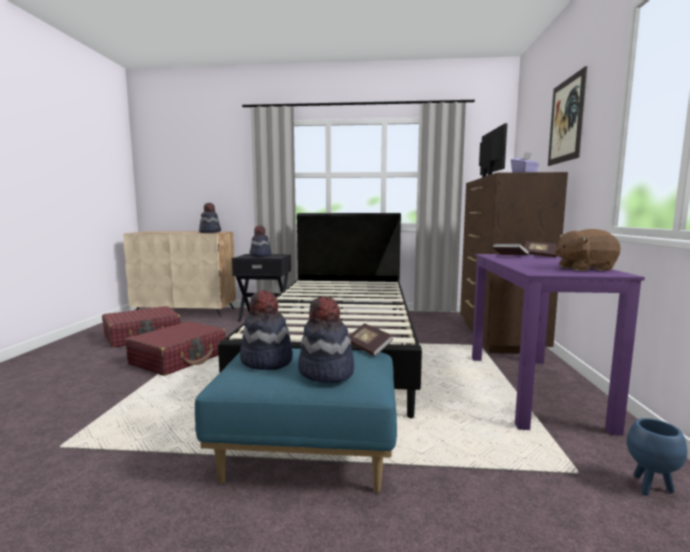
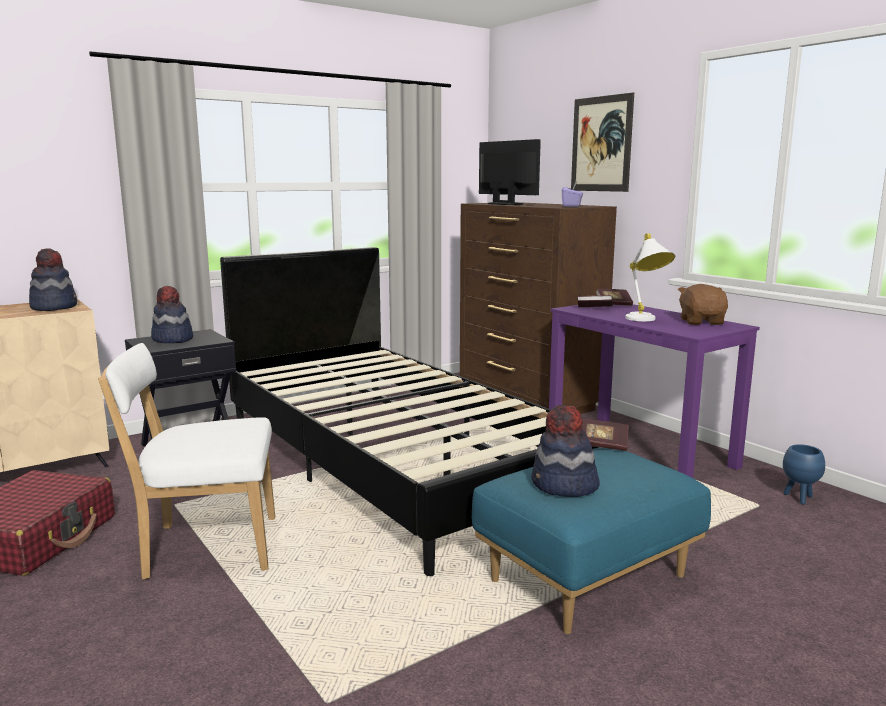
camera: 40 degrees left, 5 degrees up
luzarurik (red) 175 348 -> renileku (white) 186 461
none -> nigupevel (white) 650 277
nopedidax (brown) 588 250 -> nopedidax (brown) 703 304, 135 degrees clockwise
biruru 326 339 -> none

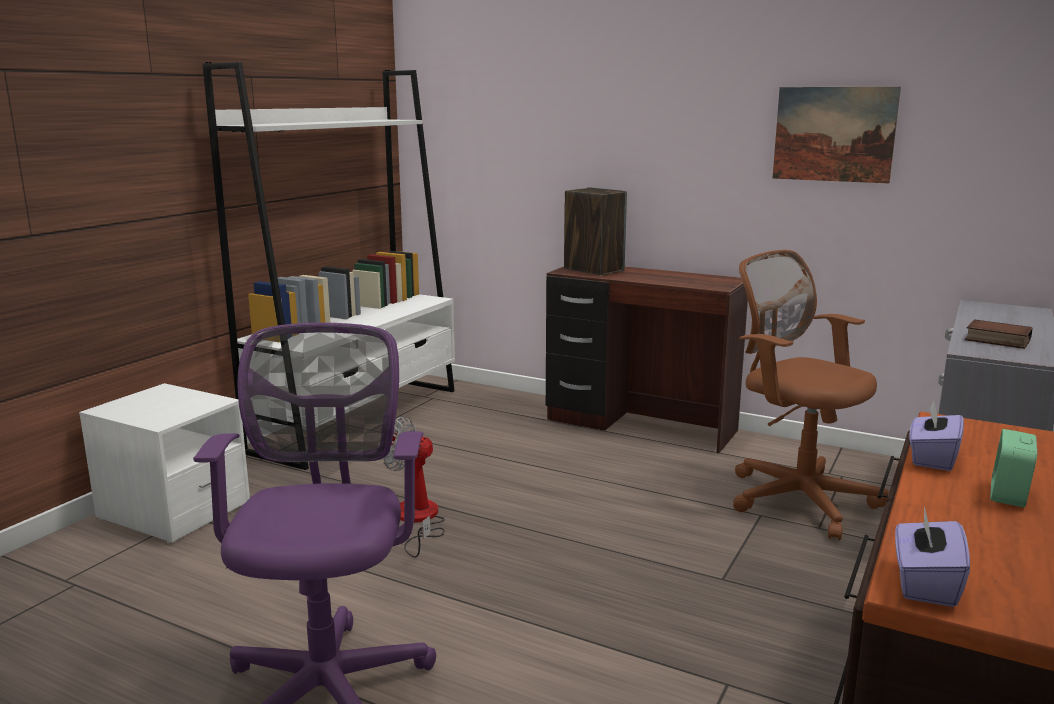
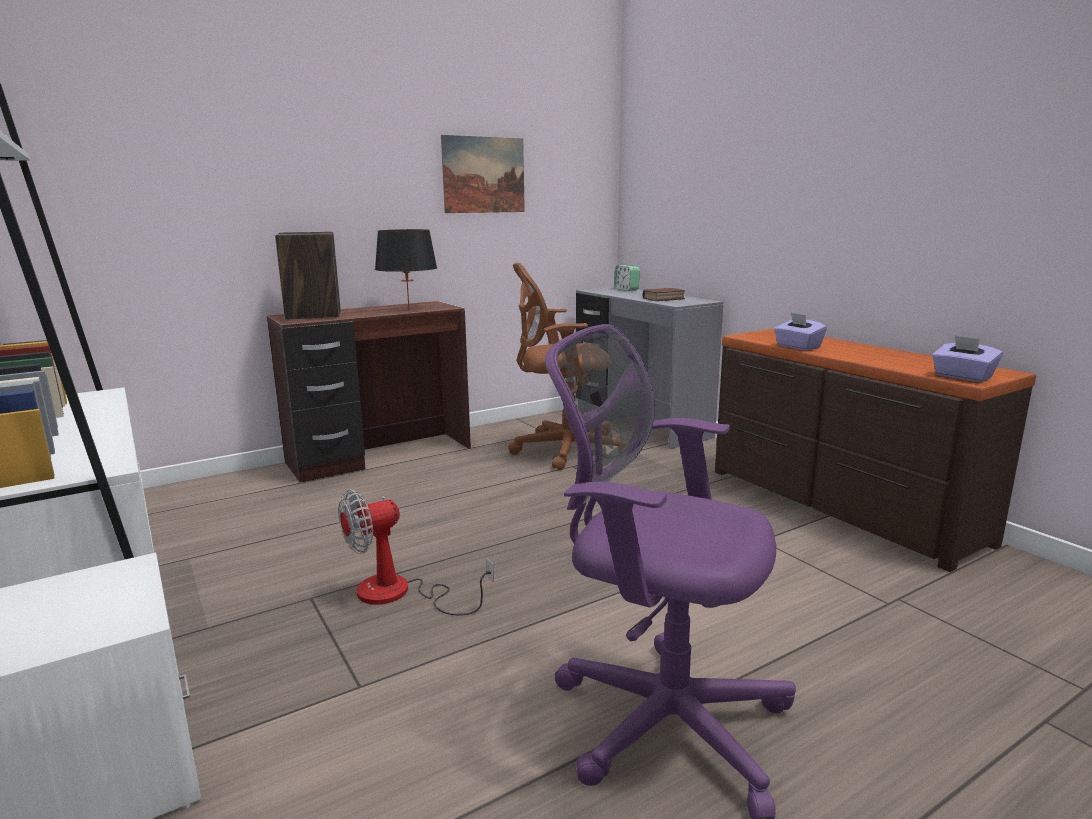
camera: 60 degrees left, 0 degrees up
none -> nigupevel (black) 406 269
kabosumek 1013 468 -> kabosumek 627 278, relocated

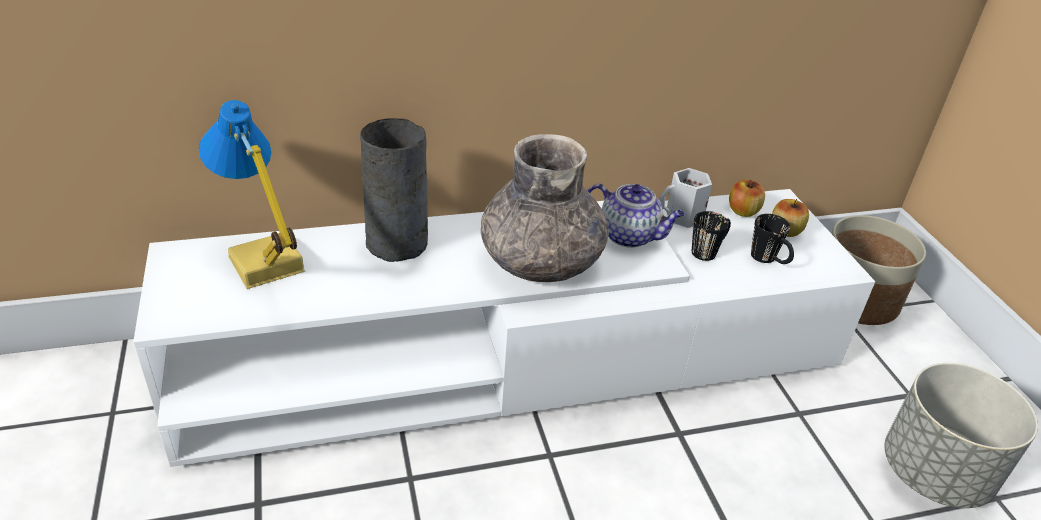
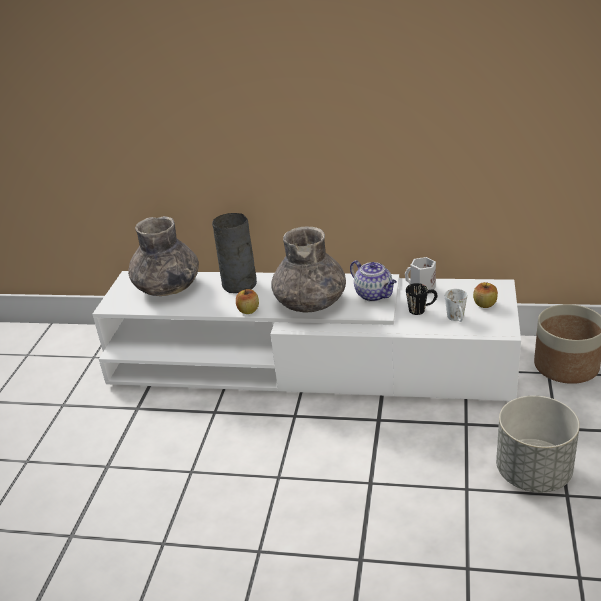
camera: 30 degrees right, 5 degrees down
nigupevel 252 194 -> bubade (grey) 163 256
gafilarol 747 198 -> gafilarol 247 301, relocated
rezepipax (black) 772 239 -> rezepipax (white) 456 305

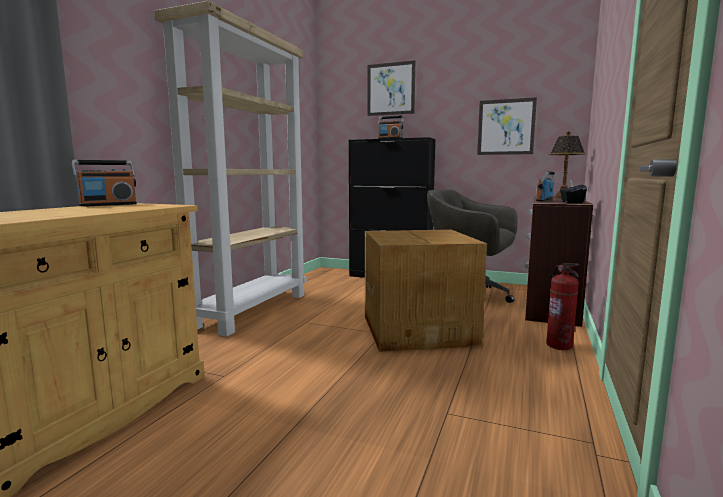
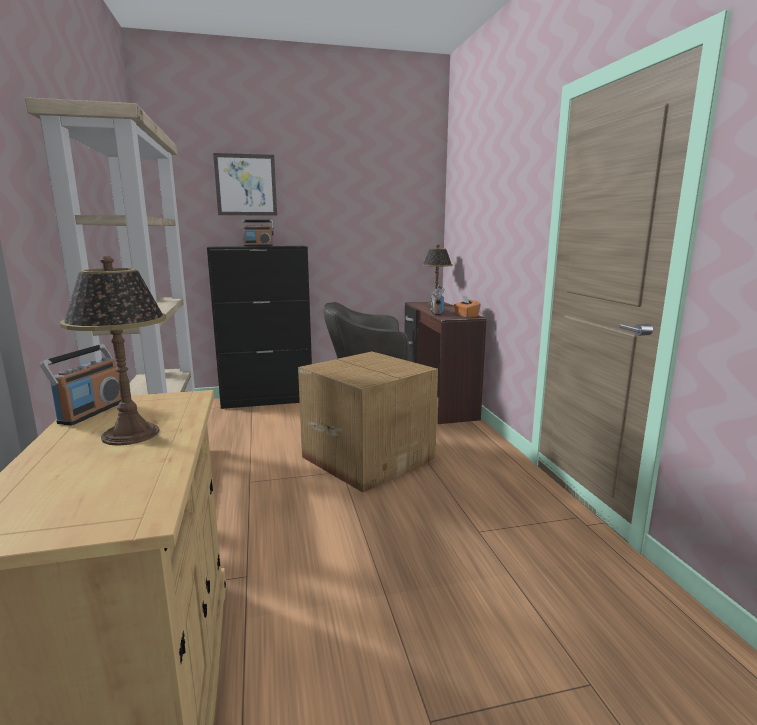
camera: 35 degrees left, 5 degrees up
none -> nigupevel 113 351
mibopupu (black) 573 191 -> mibopupu (orange) 467 306
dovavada 507 126 -> none
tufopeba 562 306 -> none

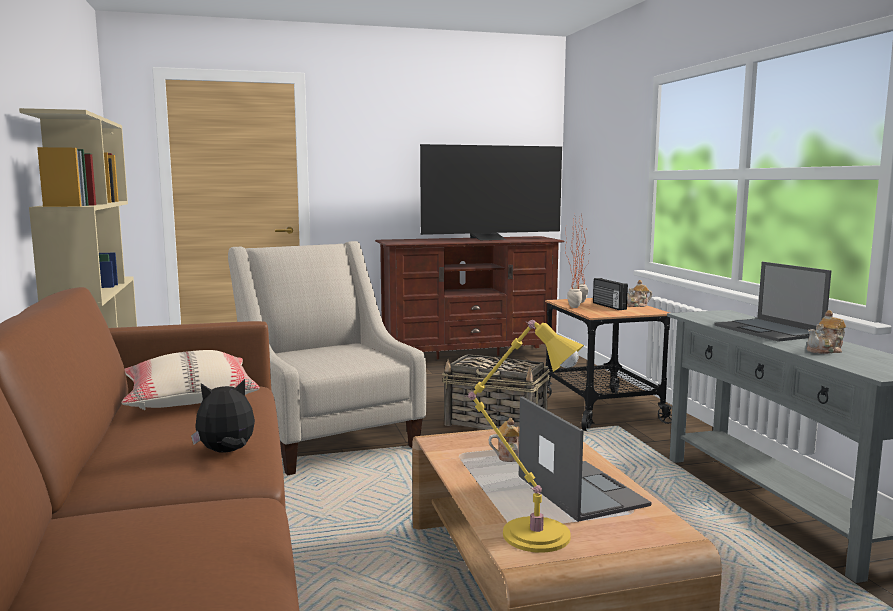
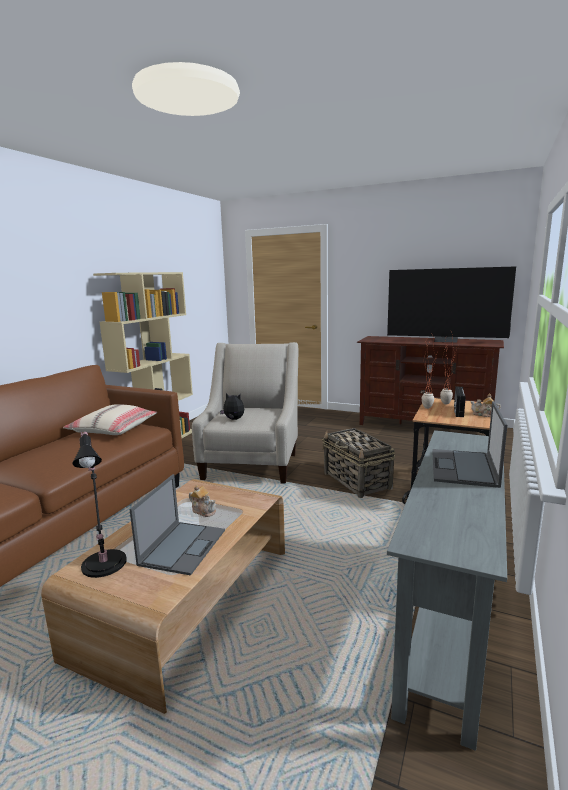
camera: 40 degrees right, 5 degrees up
nigupevel (yellow) 524 436 -> nigupevel (black) 99 505
nopedidax 223 416 -> nopedidax 232 406, relocated
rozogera 826 332 -> none

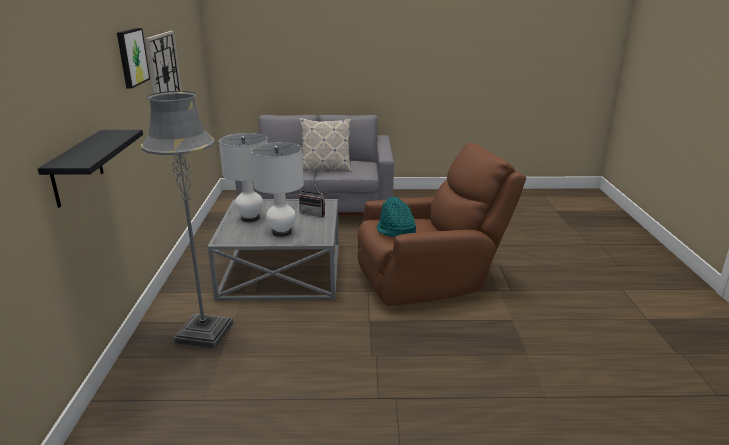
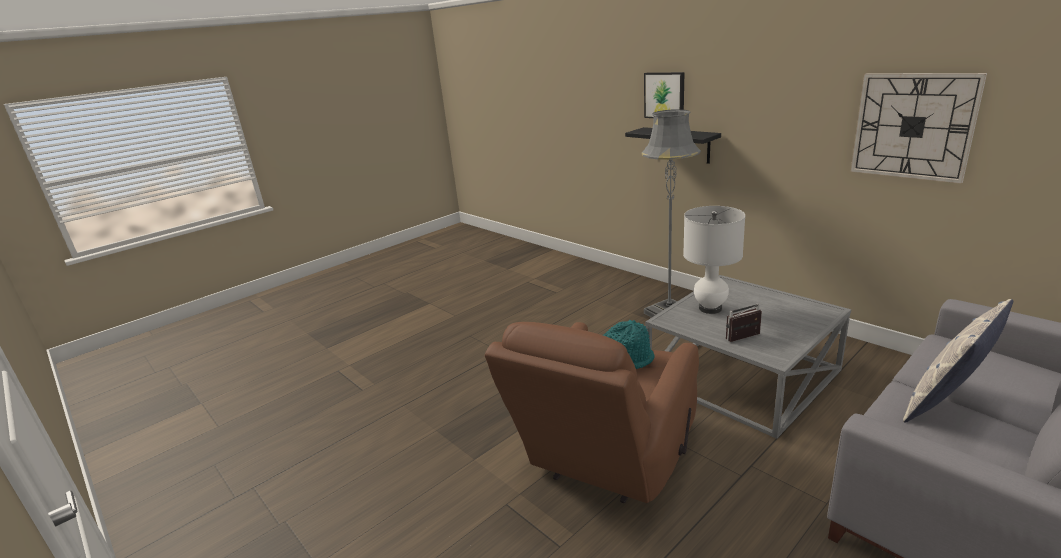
camera: 140 degrees right, 0 degrees up
dovavada 133 58 -> dovavada 664 95, relocated
nigupevel (white) 243 177 -> none

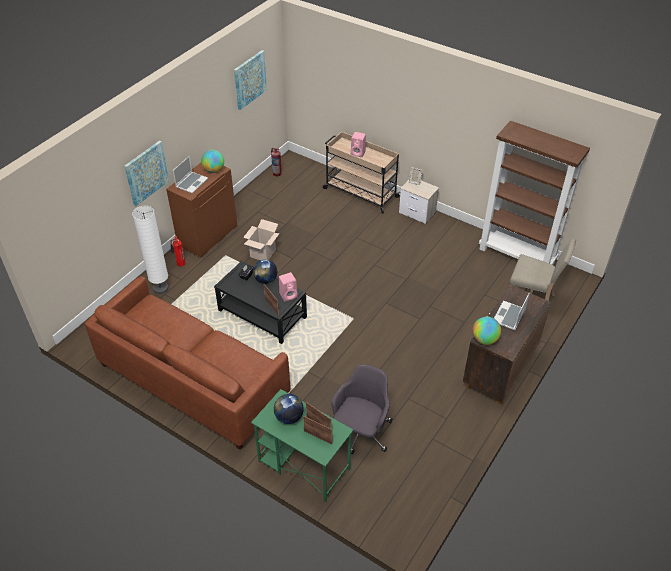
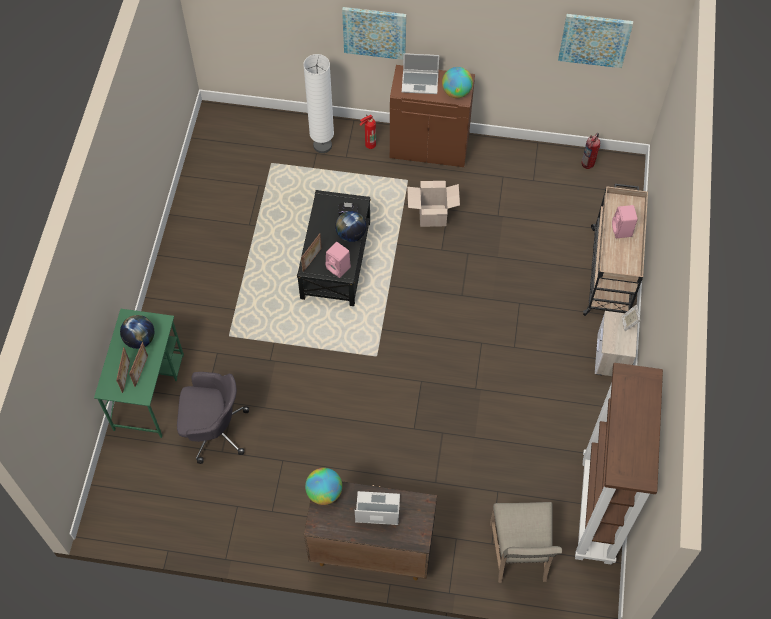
camera: 65 degrees right, 15 degrees up
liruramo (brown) 187 363 -> none

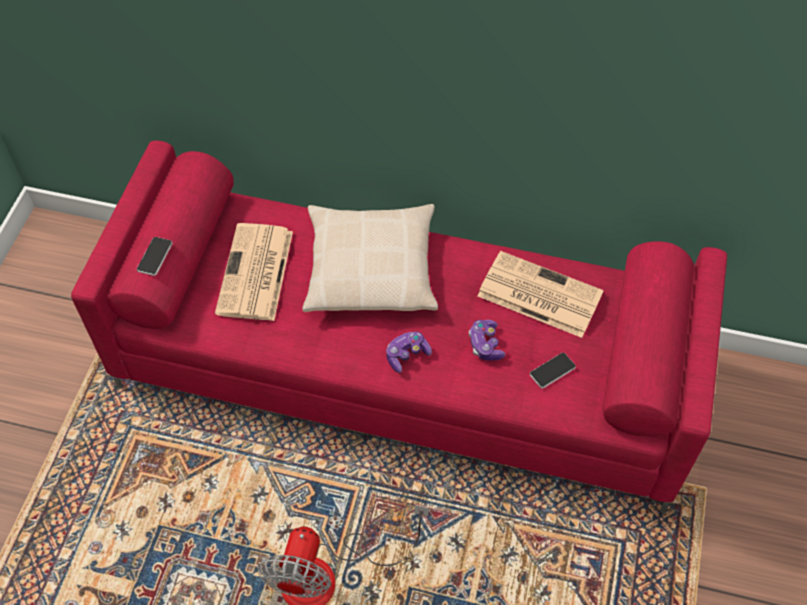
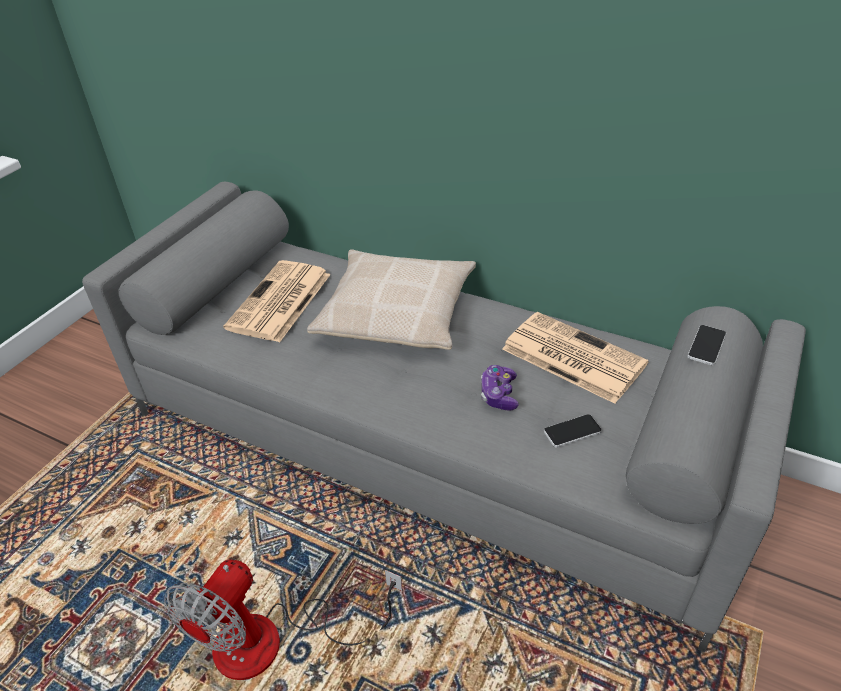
camera: 15 degrees right, 15 degrees down
liruramo (red) 399 326 -> liruramo (grey) 444 417
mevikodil 155 256 -> mevikodil 707 345, relocated
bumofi 409 352 -> none

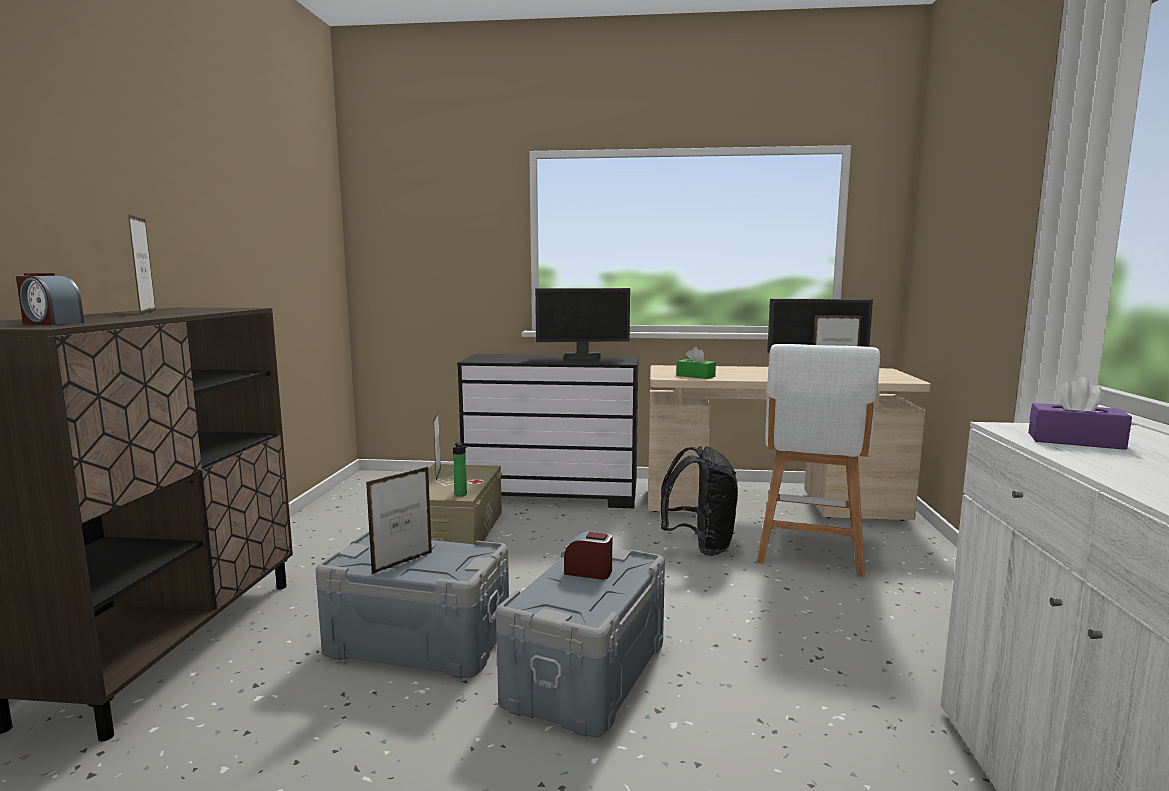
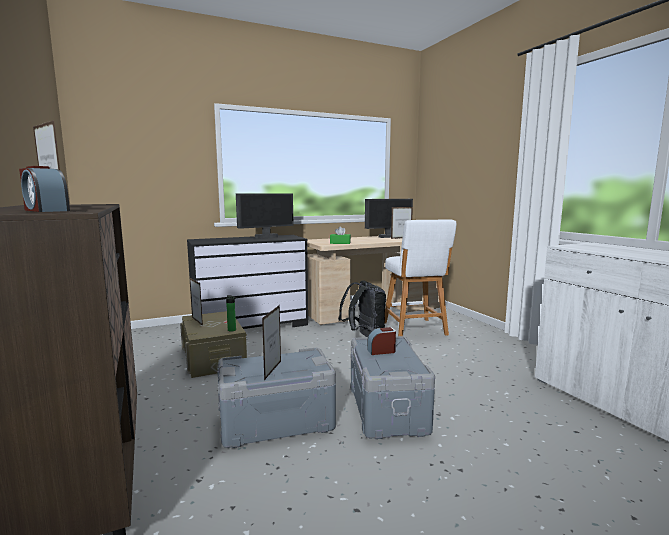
camera: 30 degrees left, 0 degrees up
kabosumek 50 299 -> kabosumek 44 189, 45 degrees clockwise
mibopupu (purple) 1080 413 -> none

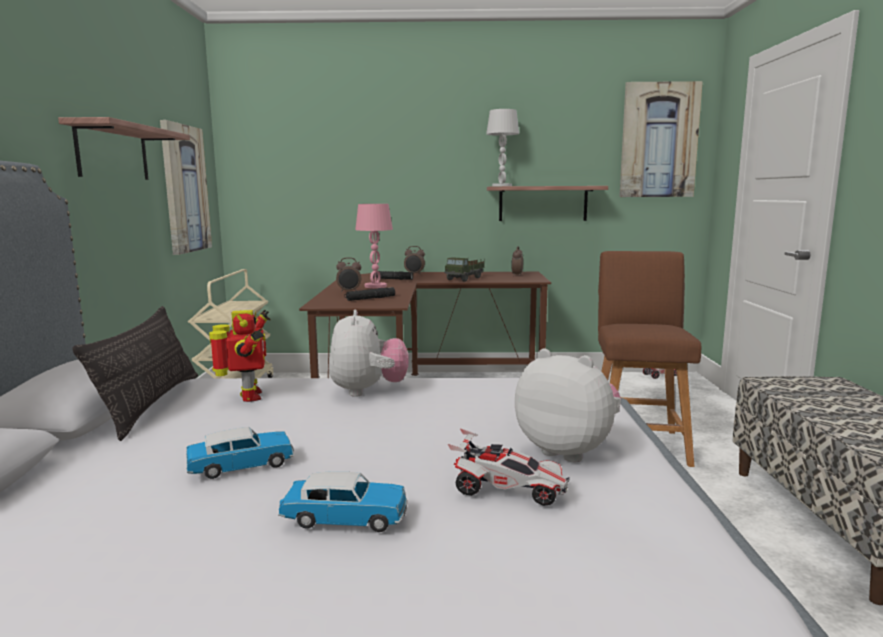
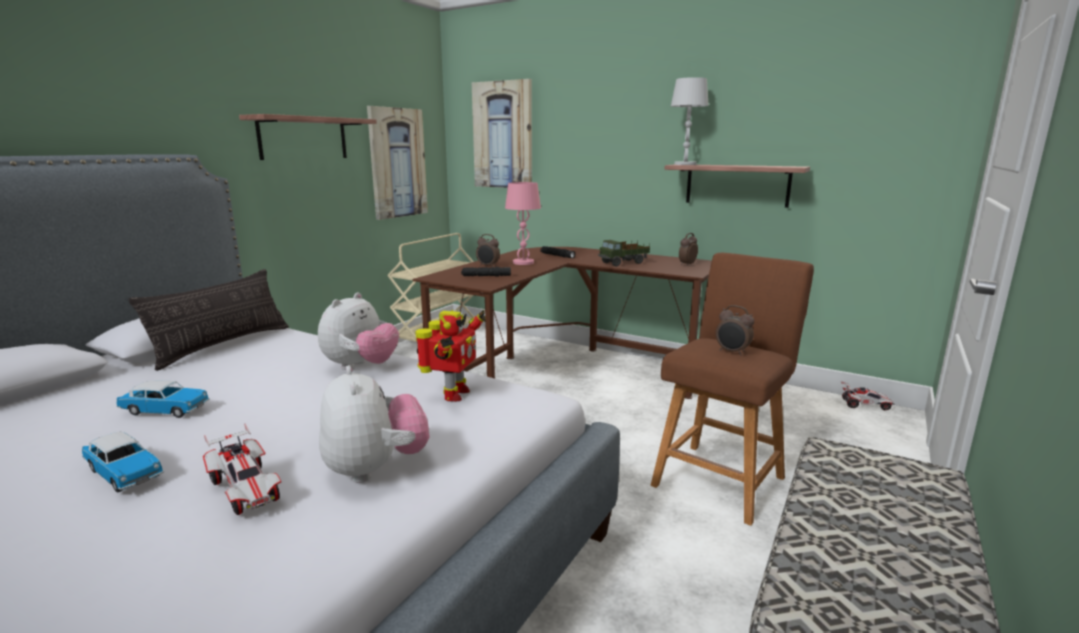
camera: 30 degrees right, 5 degrees up
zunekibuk 239 356 -> zunekibuk 450 356, relocated
dovavada 661 139 -> dovavada 502 133, relocated
kabosumek 414 260 -> kabosumek 734 330, relocated

